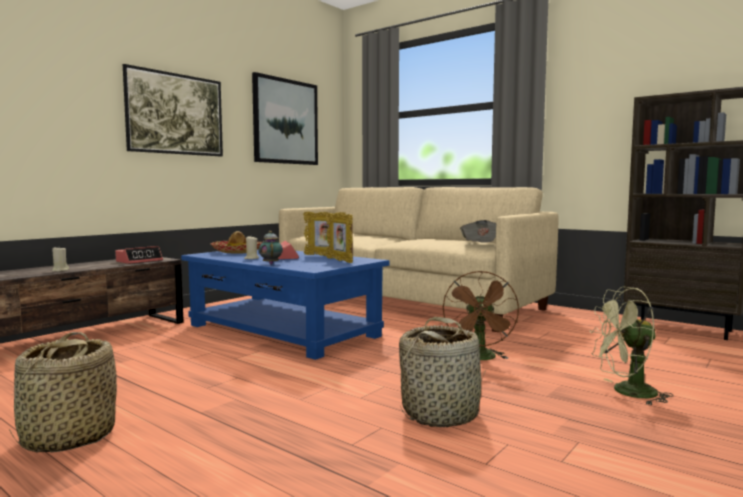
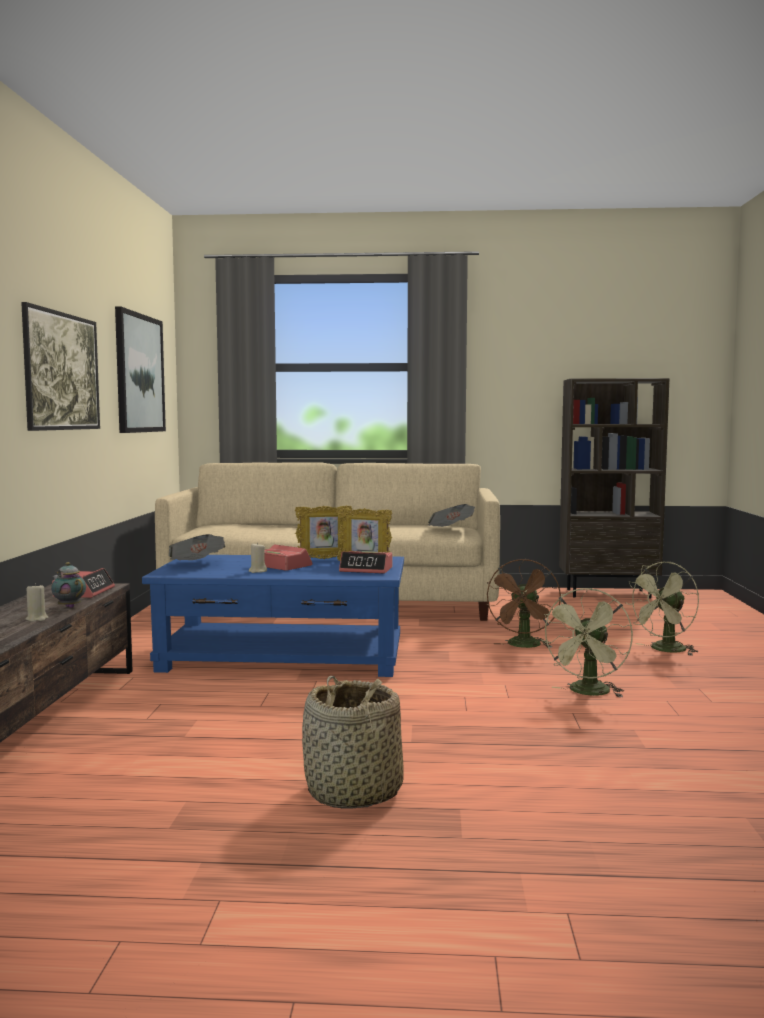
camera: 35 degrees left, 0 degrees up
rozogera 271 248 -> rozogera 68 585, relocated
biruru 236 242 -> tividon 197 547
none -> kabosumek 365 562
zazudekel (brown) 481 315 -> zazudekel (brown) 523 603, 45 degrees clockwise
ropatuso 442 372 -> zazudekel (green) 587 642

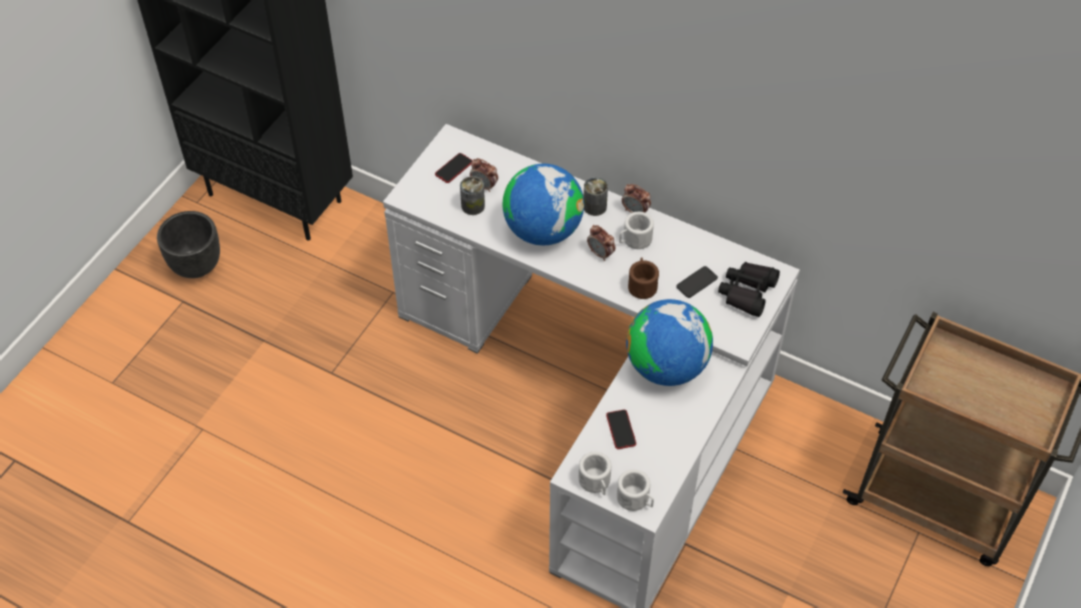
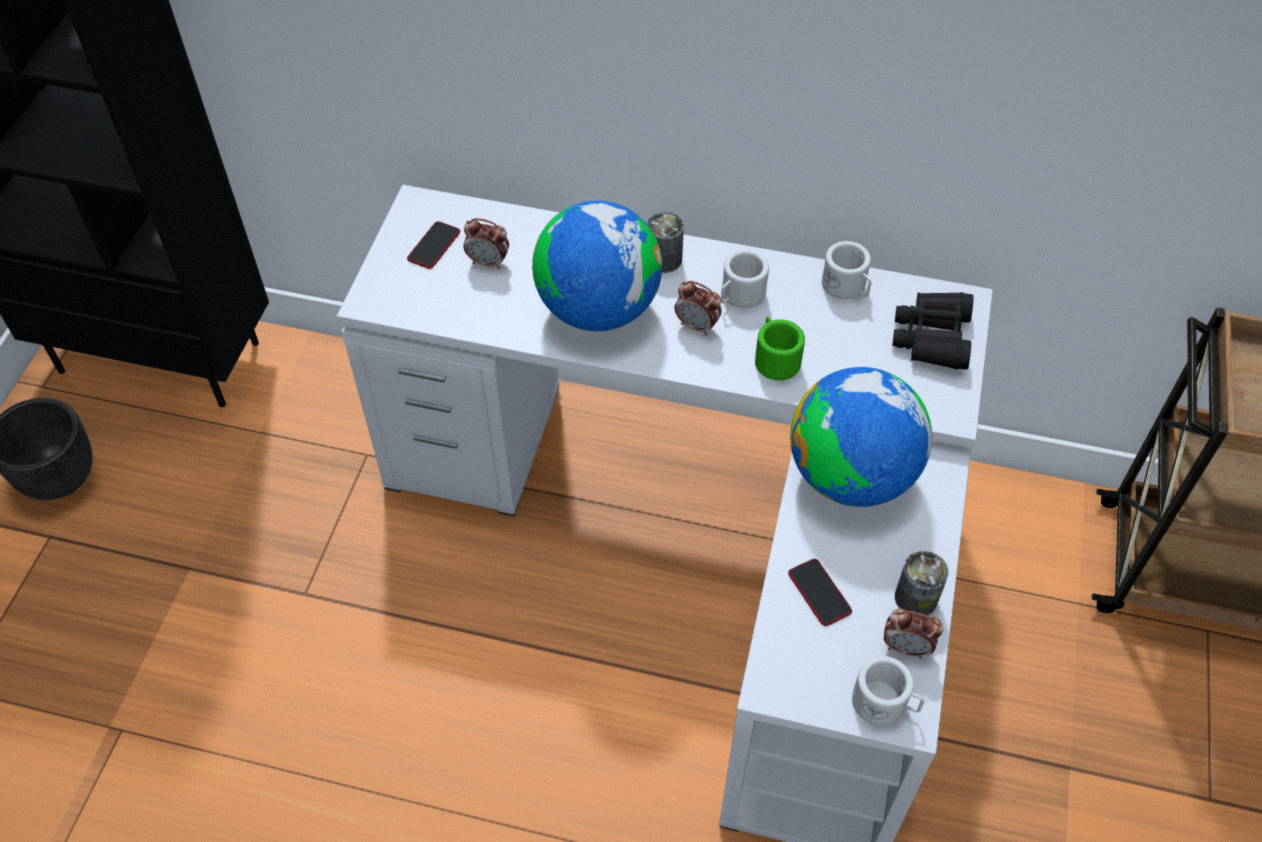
camera: 15 degrees left, 0 degrees up
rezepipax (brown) 643 278 -> rezepipax (green) 780 348
rezepipax (white) 595 473 -> rezepipax (white) 847 270, relocated
kabosumek 636 198 -> kabosumek 913 633, relocated
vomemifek 472 195 -> vomemifek 922 583, relocated
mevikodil 697 282 -> none

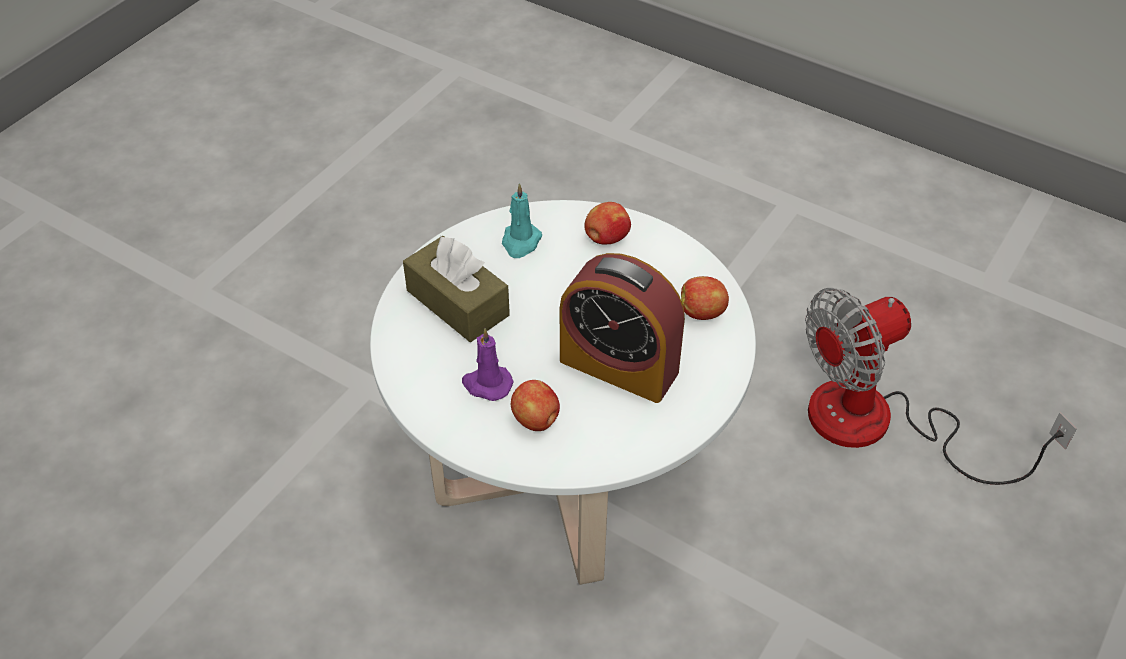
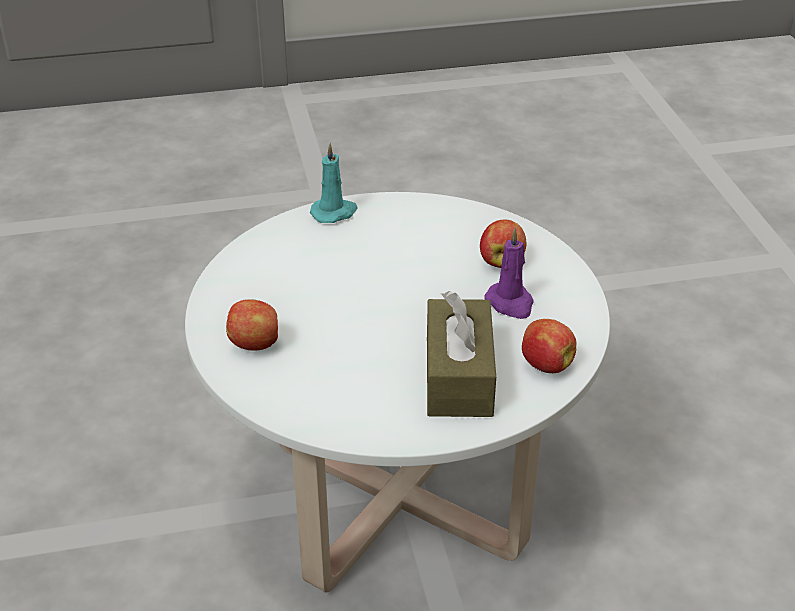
camera: 135 degrees left, 10 degrees down
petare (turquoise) 522 220 -> petare (turquoise) 334 183, relocated
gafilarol 705 298 -> gafilarol 549 346, relocated
kabosumek 622 328 -> none
zazudekel 941 386 -> none

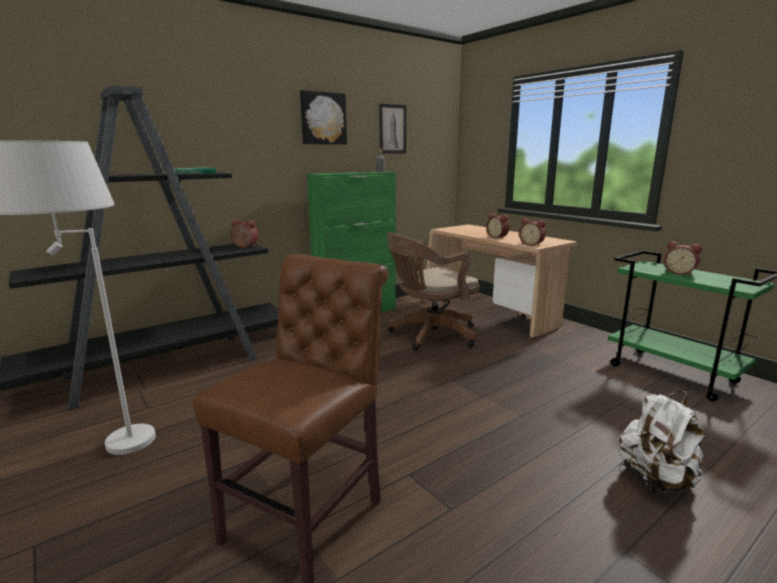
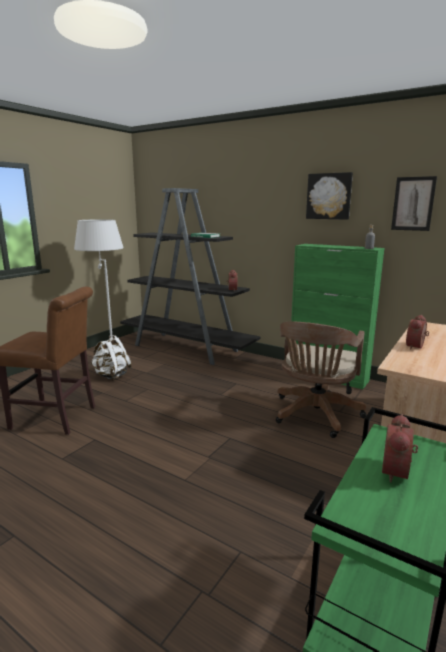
camera: 70 degrees right, 0 degrees up
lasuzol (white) 661 442 -> lasuzol (white) 111 357, relocated
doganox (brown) 433 291 -> doganox (brown) 321 380, 105 degrees counterclockwise
kabosumek 532 232 -> none

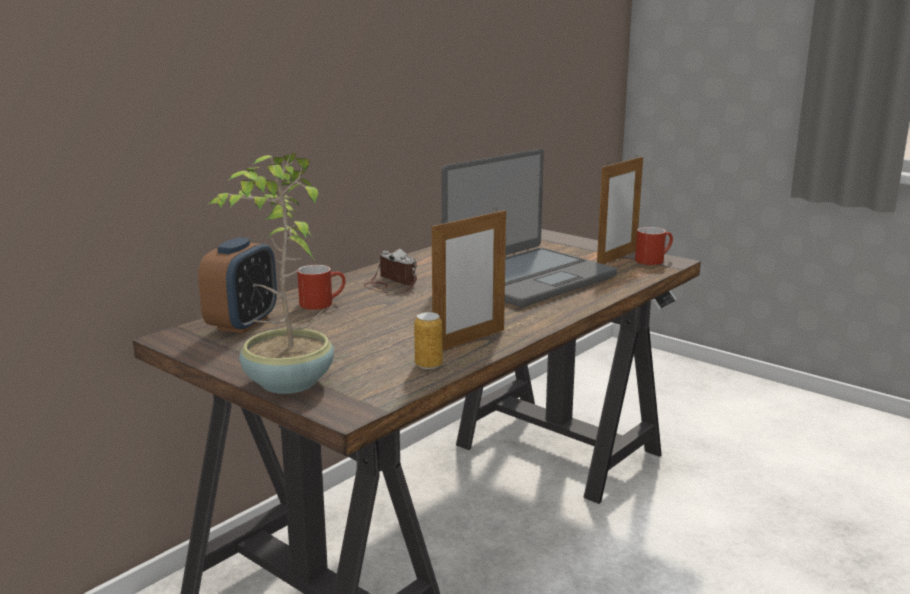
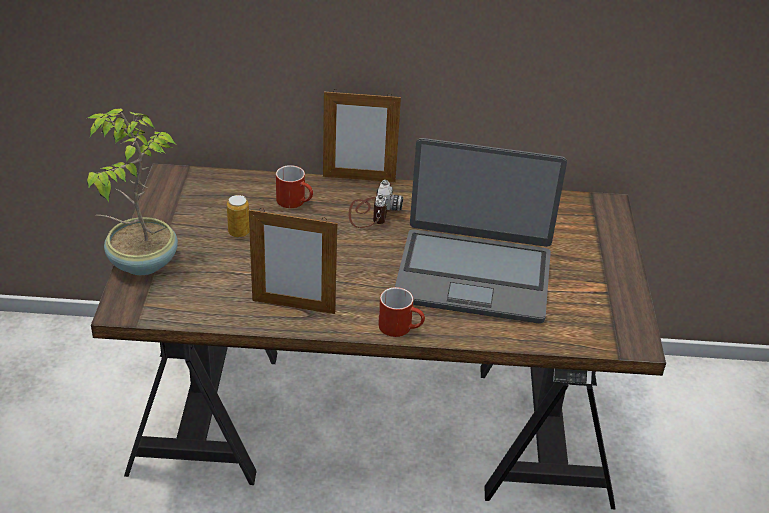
camera: 50 degrees right, 20 degrees up
vomemifek 428 340 -> vomemifek 238 216, relocated
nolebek 620 209 -> nolebek 362 135, relocated
rezepipax (red) 654 246 -> rezepipax (red) 401 312, relocated
kabosumek 237 285 -> none

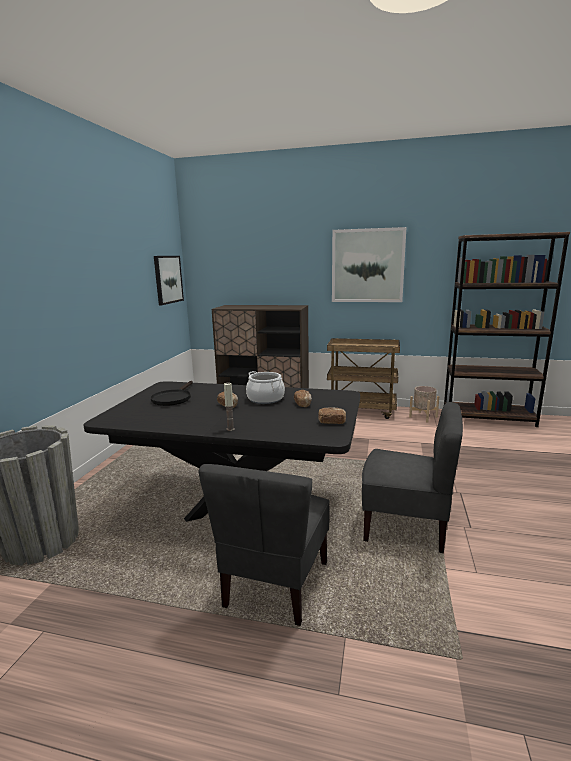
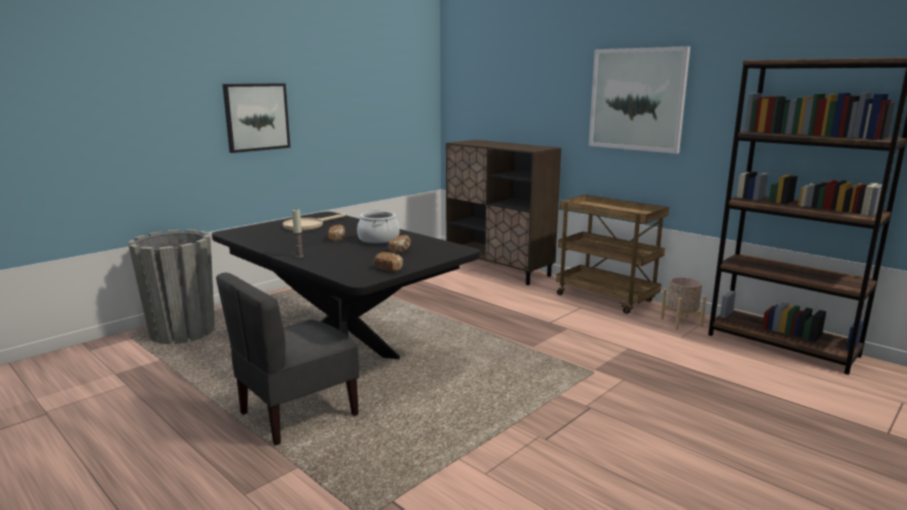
camera: 30 degrees right, 0 degrees up
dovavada 169 280 -> dovavada 256 118, relocated
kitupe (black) 172 393 -> kitupe (beige) 314 222
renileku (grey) 412 477 -> none

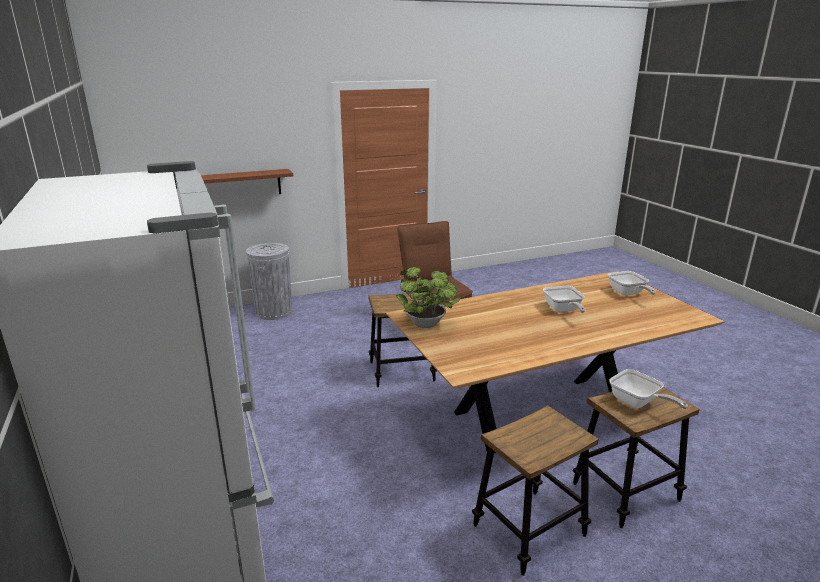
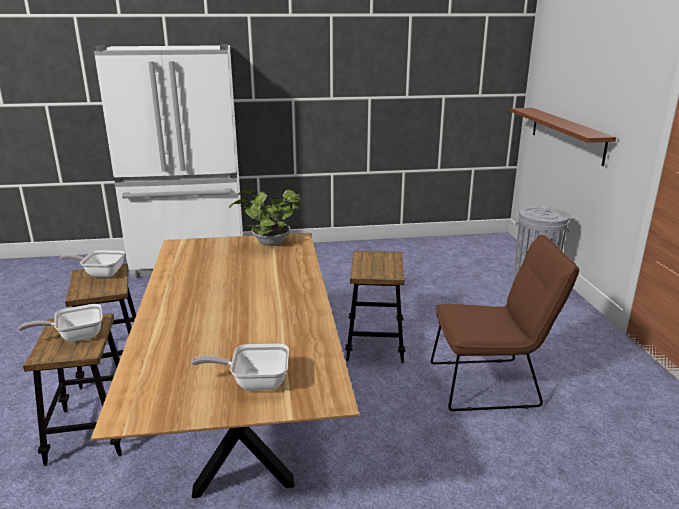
camera: 105 degrees right, 0 degrees up
kitupe 564 299 -> kitupe 92 263, relocated

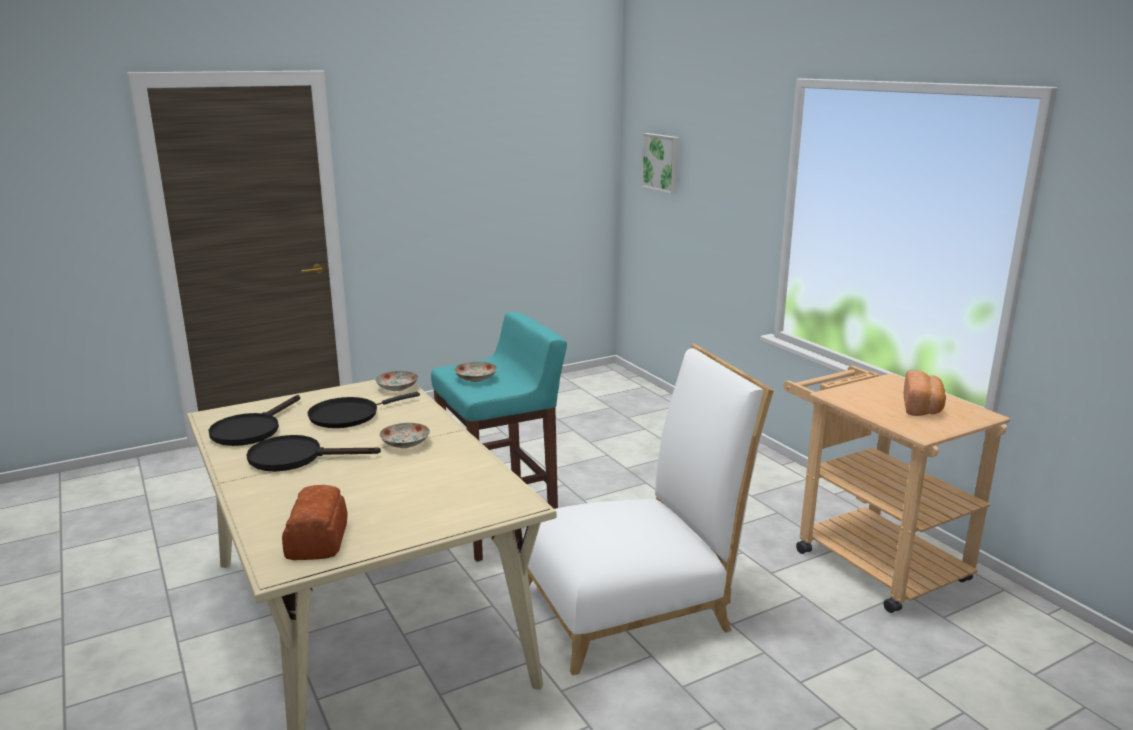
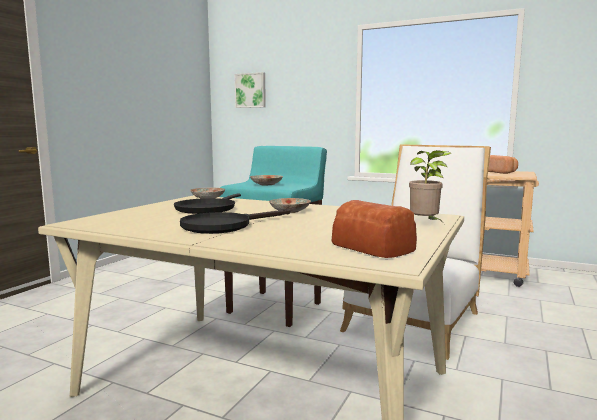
camera: 35 degrees left, 10 degrees down
none -> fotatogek 430 185
kitupe (black) 254 420 -> none

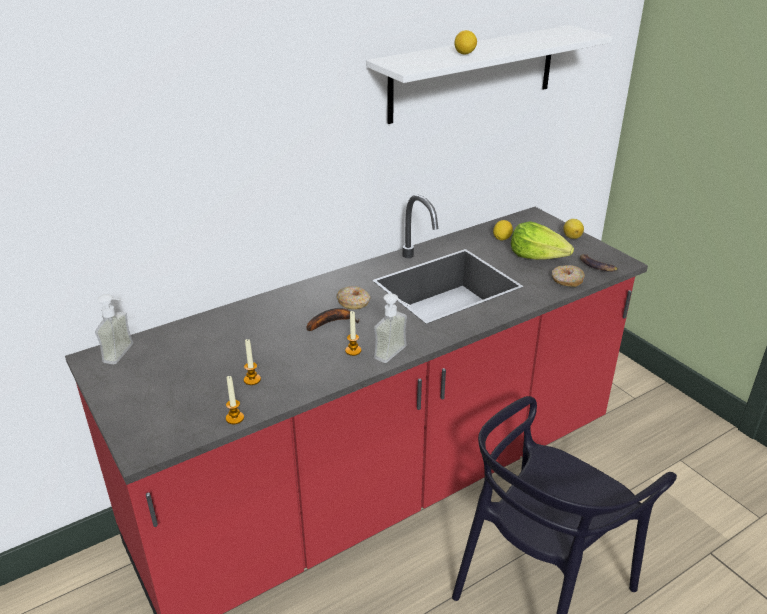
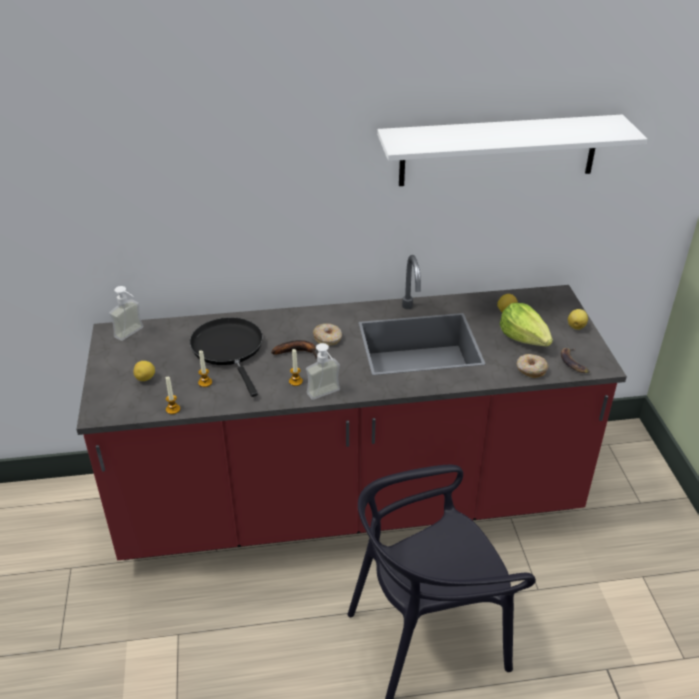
camera: 25 degrees right, 5 degrees up
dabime 465 42 -> dabime 144 371, relocated
none -> kitupe (black) 226 357

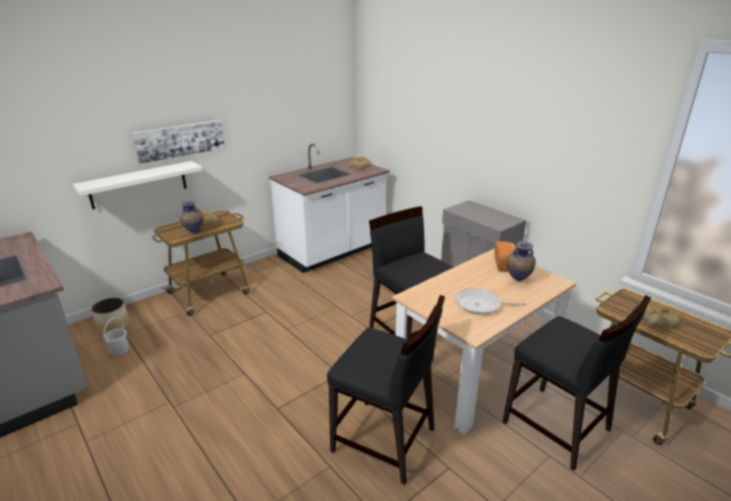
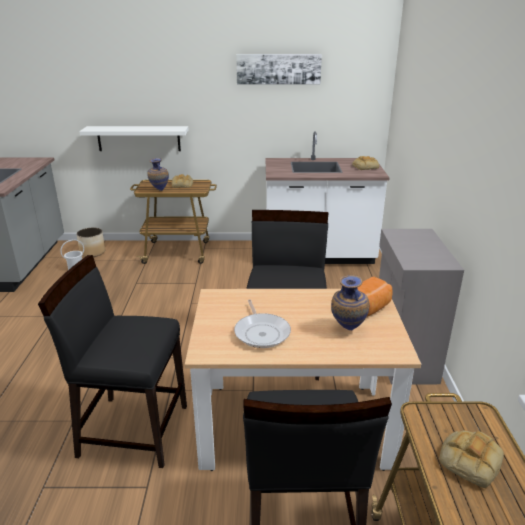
camera: 40 degrees right, 0 degrees up
renileku (black) 386 390 -> renileku (black) 112 361, 120 degrees clockwise
kitupe 491 301 -> kitupe 262 324, 150 degrees counterclockwise
dovavada 178 142 -> dovavada 279 69, relocated

